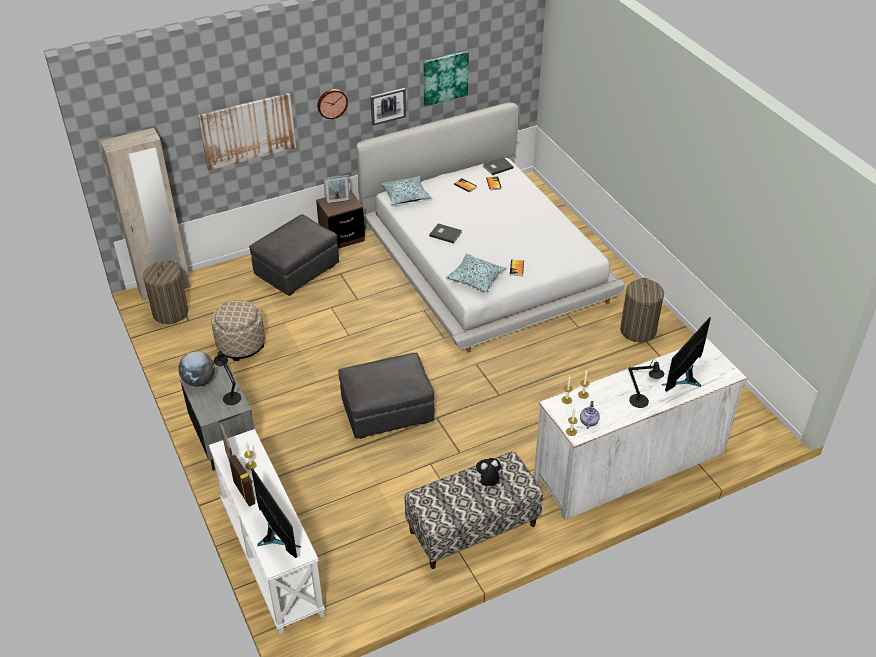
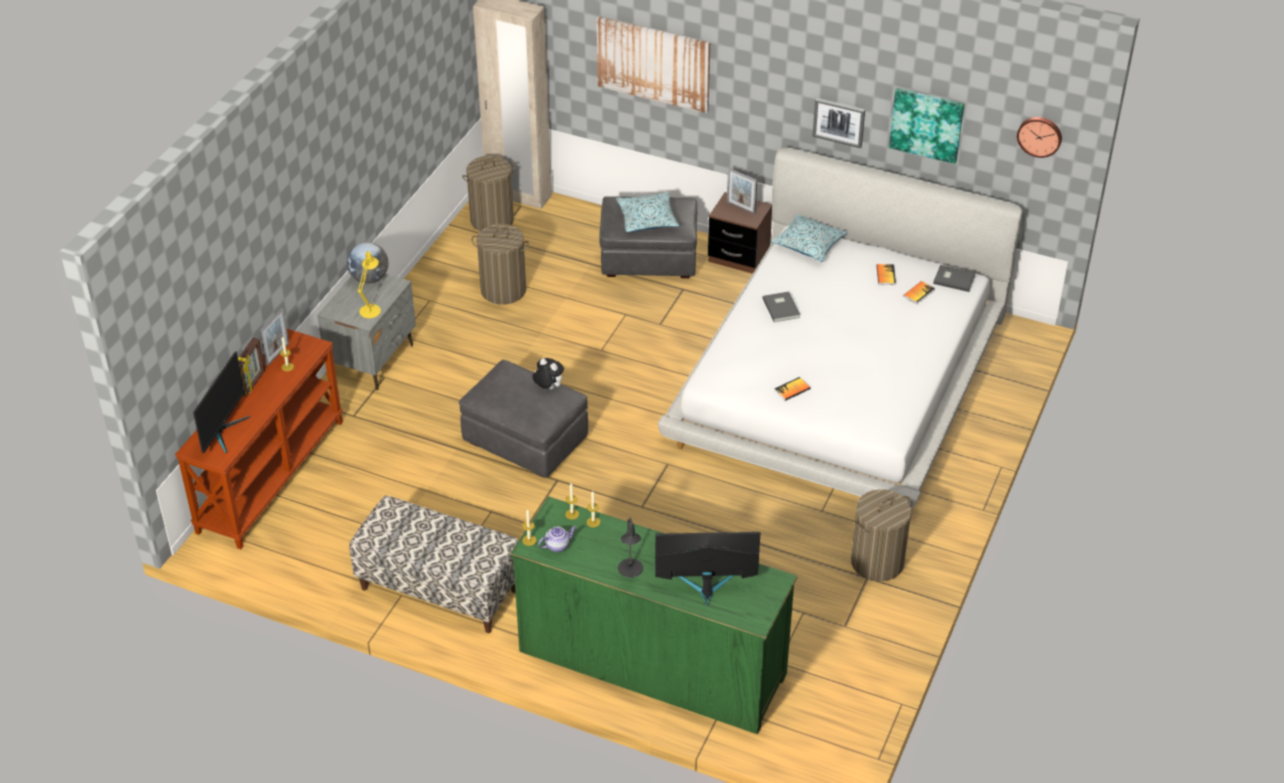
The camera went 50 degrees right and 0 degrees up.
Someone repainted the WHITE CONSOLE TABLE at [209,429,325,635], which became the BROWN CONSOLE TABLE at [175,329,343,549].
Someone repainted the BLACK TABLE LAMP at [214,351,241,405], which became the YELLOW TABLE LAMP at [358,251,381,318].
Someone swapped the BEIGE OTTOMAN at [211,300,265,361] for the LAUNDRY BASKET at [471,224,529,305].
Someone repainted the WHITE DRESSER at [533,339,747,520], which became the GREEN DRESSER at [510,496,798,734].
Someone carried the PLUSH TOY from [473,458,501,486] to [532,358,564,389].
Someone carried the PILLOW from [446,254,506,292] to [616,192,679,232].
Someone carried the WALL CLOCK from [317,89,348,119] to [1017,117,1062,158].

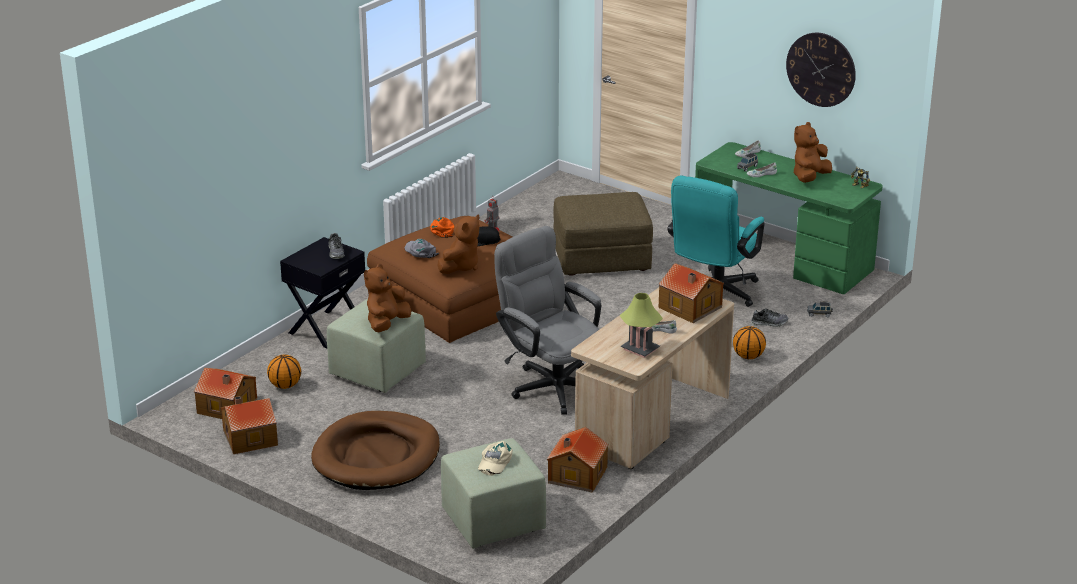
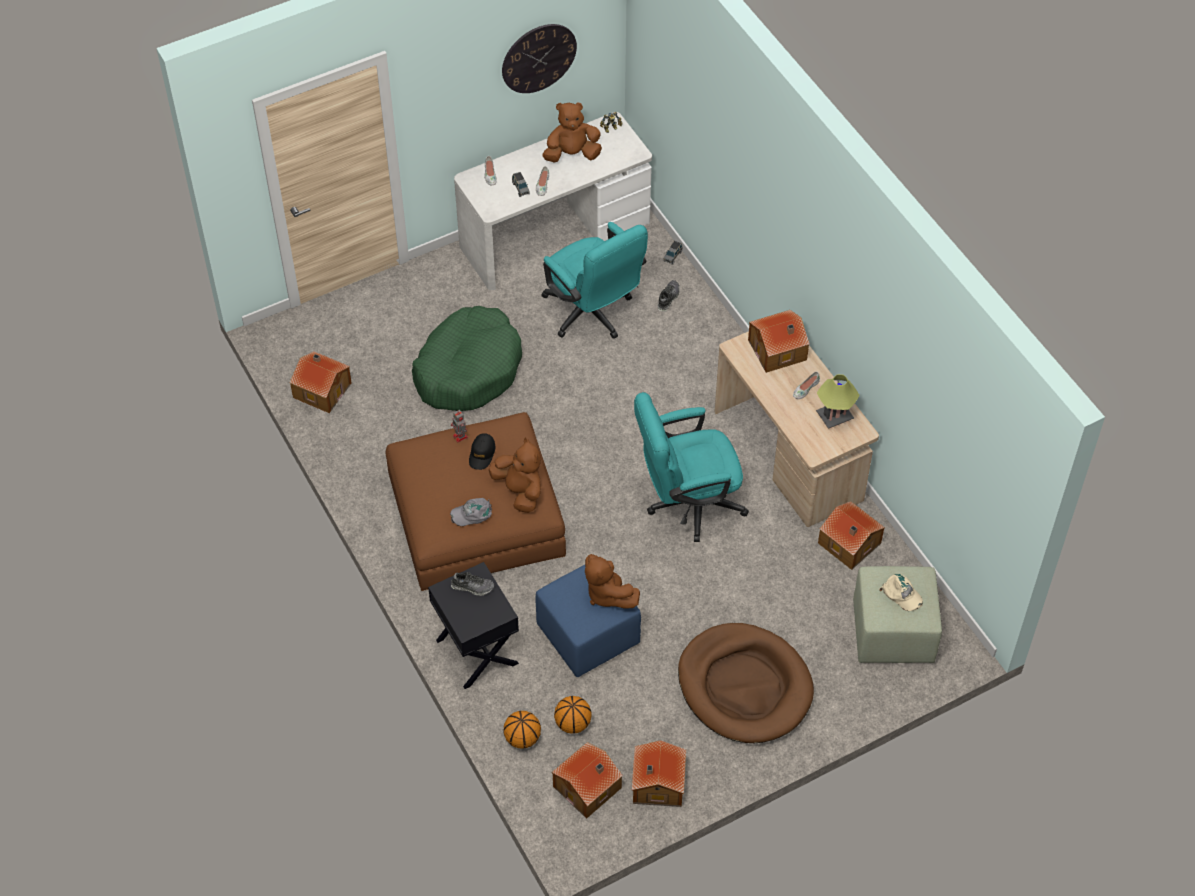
The camera went 65 degrees left and 25 degrees up.
Someone put down the TOY HOUSE at [289,351,352,413].
Someone swapped the BROWN OTTOMAN at [553,192,653,276] for the GREEN DOG BED at [412,306,522,411].
Someone repainted the GREEN DESK at [695,142,883,294], which became the WHITE DESK at [454,112,652,290].
Someone carried the BASKETBALL from [733,326,766,359] to [503,711,541,749].
Someone repainted the GREEN OTTOMAN at [327,299,426,393], which became the BLUE OTTOMAN at [536,565,641,677].
Someone rotated the BROWN PLUSH TOY at [794,122,832,183] by 105 degrees clockwise.
Someone repainted the GREY OFFICE CHAIR at [494,226,601,415], which became the TURQUOISE OFFICE CHAIR at [634,392,749,542].
Someone took away the ORANGE CAP at [430,217,454,238].

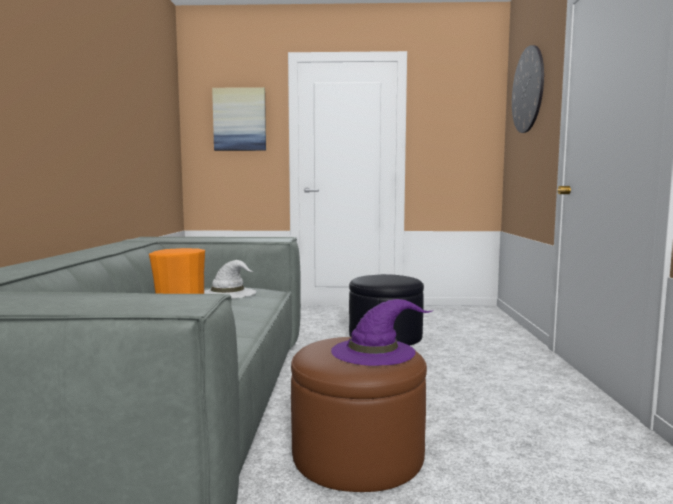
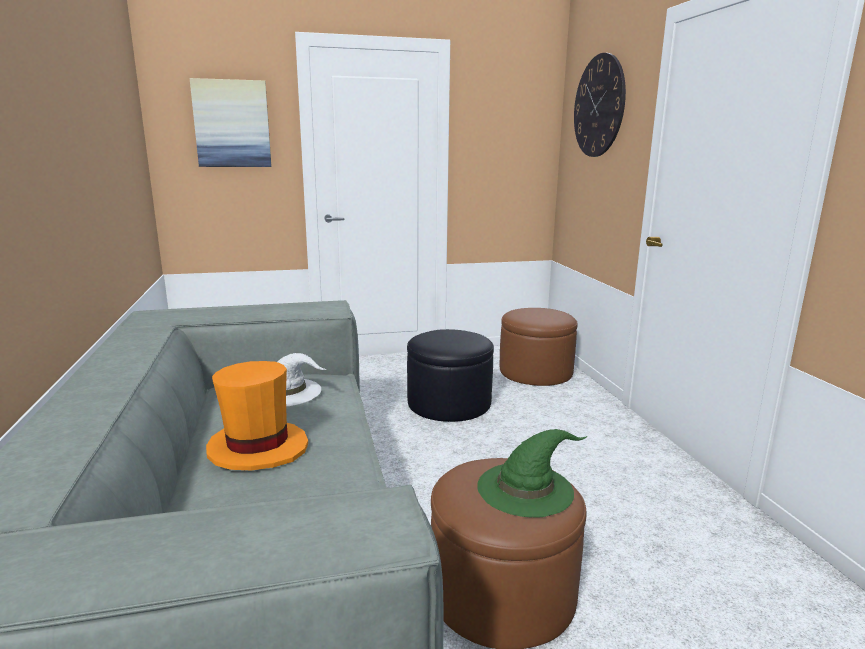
The camera went 15 degrees left and 10 degrees up.
Someone repainted the PURPLE HAT at [331,299,434,366], which became the GREEN HAT at [477,429,587,518].
Someone put down the BROWN OTTOMAN at [499,308,578,386].

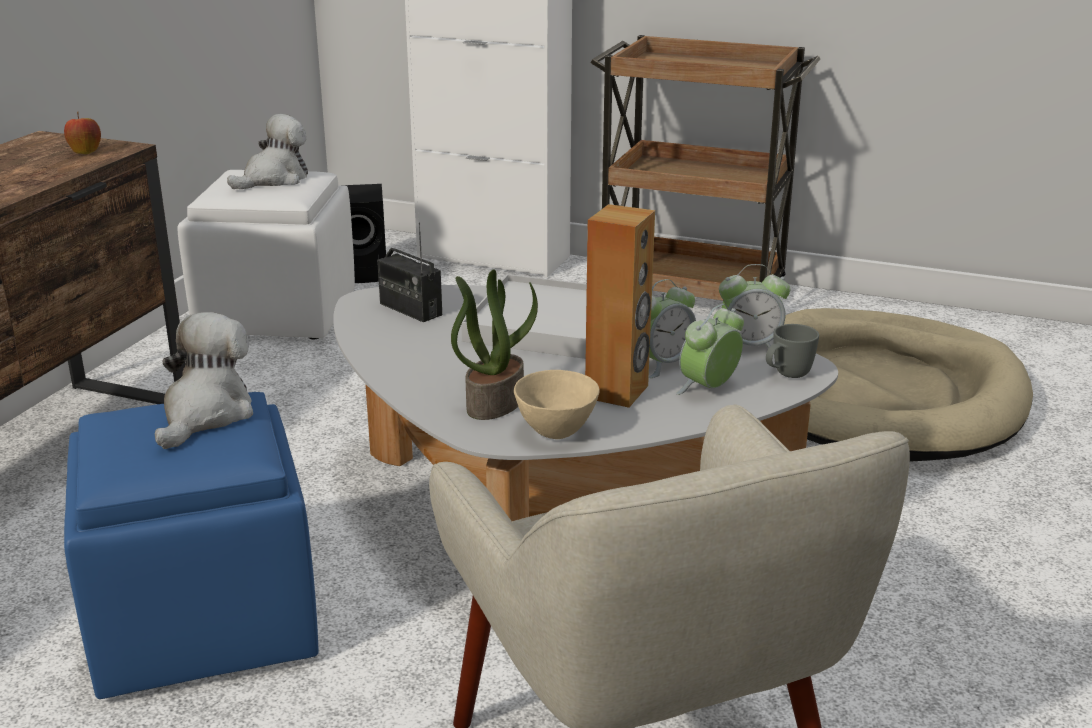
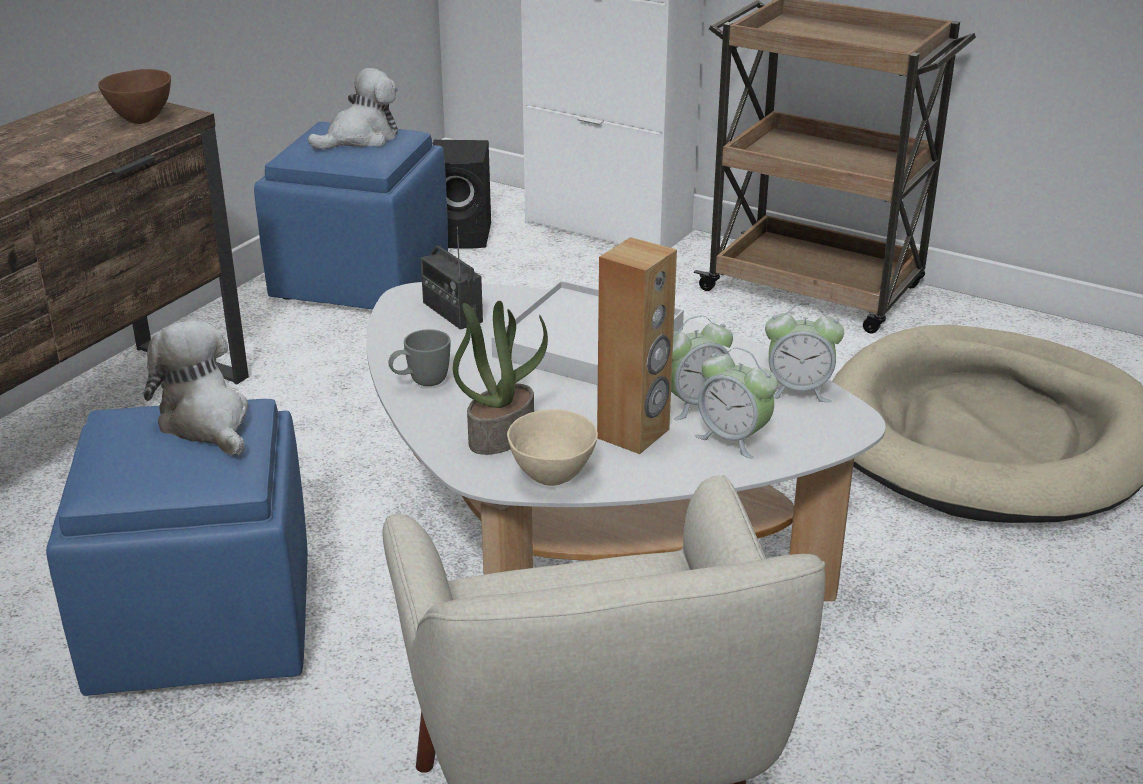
The camera went 10 degrees right and 5 degrees up.
Someone swapped the APPLE at [64,111,101,155] for the BROWN BOWL at [98,69,171,124].
Someone rotated the PLUSH TOY at [155,312,253,449] by 60 degrees counterclockwise.
Someone repainted the WHITE OTTOMAN at [177,170,355,339], which became the BLUE OTTOMAN at [254,122,448,310].
Someone carried the GREY MUG from [766,324,819,378] to [388,329,450,386].
Someone rotated the ALARM CLOCK at [676,303,744,395] by 105 degrees counterclockwise.

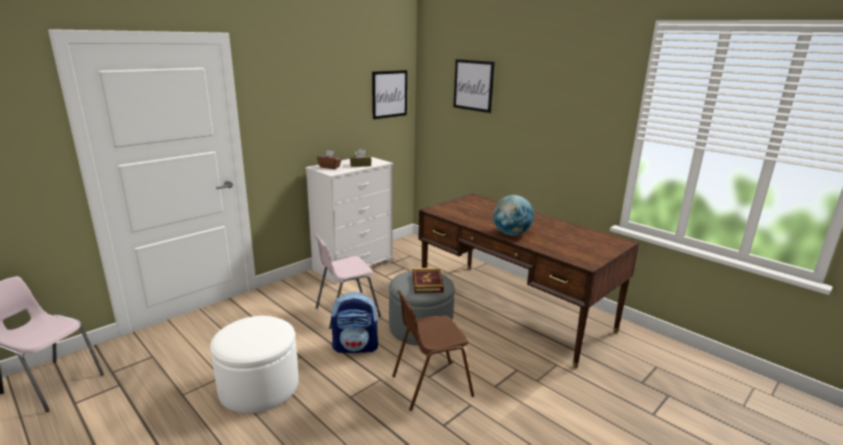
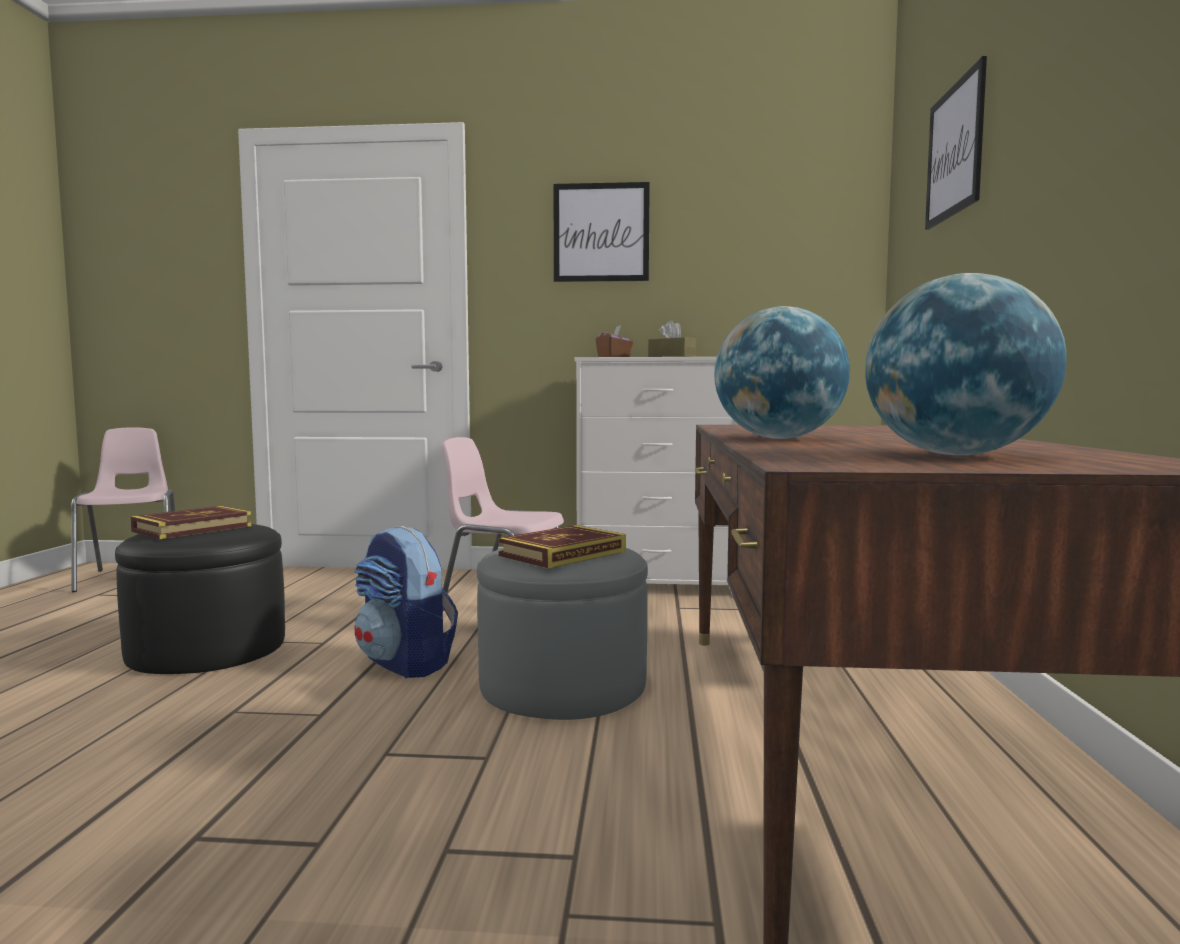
The camera went 50 degrees right and 15 degrees down.
Someone repainted the WHITE OTTOMAN at [210,316,299,414], which became the BLACK OTTOMAN at [115,524,285,674].
Someone put down the BOOK at [130,506,252,539].
Someone carried the PICTURE from [372,70,407,119] to [553,182,650,282].
Someone put down the GLOBE at [865,273,1067,455].
Someone took away the BROWN CHAIR at [392,290,474,411].

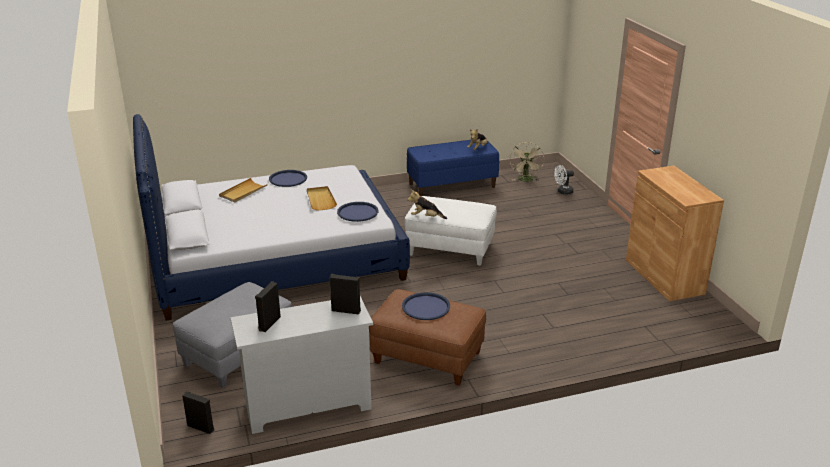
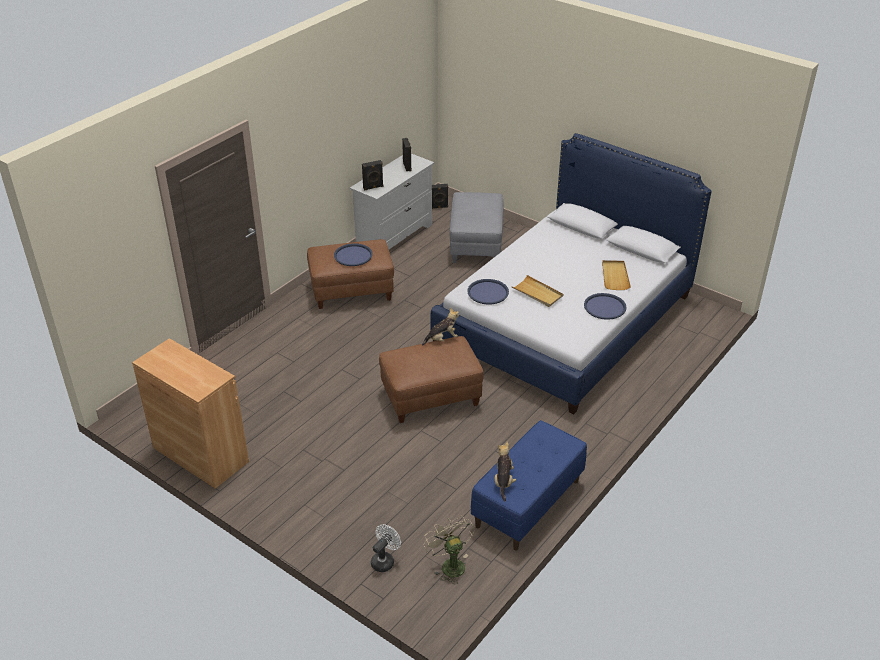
The camera went 145 degrees right and 10 degrees up.
Someone repainted the WHITE OTTOMAN at [404,196,497,266], which became the BROWN OTTOMAN at [379,336,484,423].

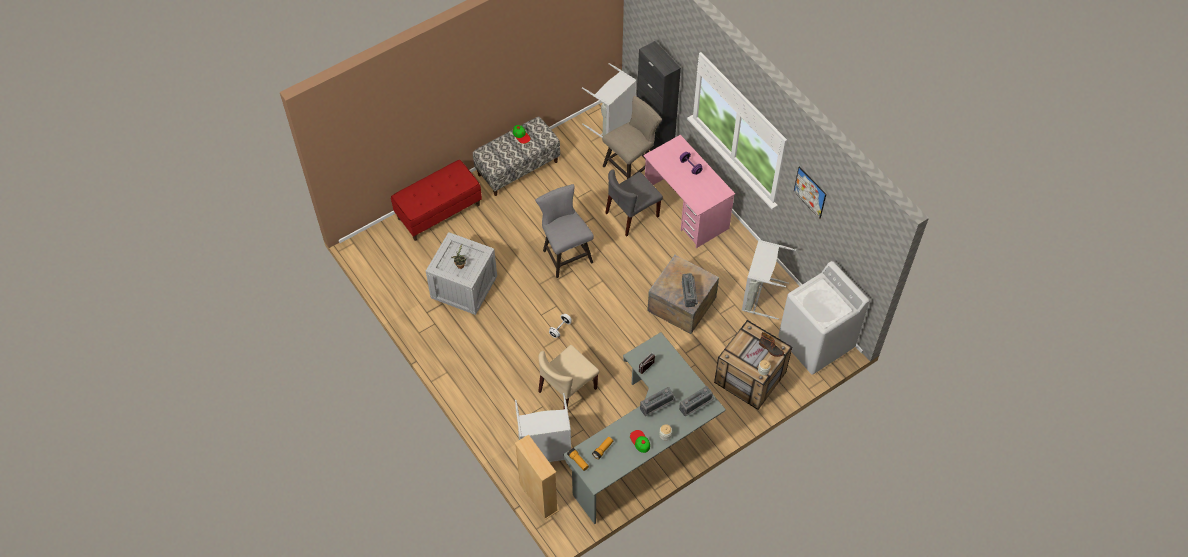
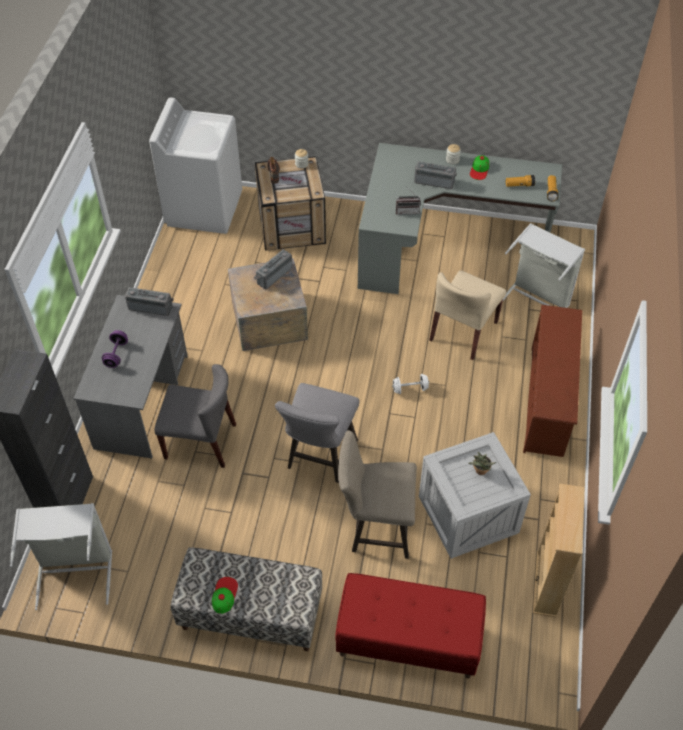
The camera went 135 degrees left and 5 degrees down.
Someone repainted the PINK DESK at [643,135,735,248], which became the GREY DESK at [73,295,188,458].
Someone carried the RADIO from [679,386,714,416] to [125,287,174,316].
Someone carried the BEIGE STOOL from [602,96,662,179] to [338,430,417,559].
Someone rotated the BEIGE CHAIR at [538,345,599,409] by 120 degrees clockwise.
Someone put down the BROWN SHOE RACK at [523,305,582,457].
Someone carried the BEIGE BOOKCASE from [515,434,558,520] to [532,483,585,617].
Someone took away the GREY LAUNDRY BASKET at [742,240,796,320].
Someone took away the PICTURE at [794,166,826,219].

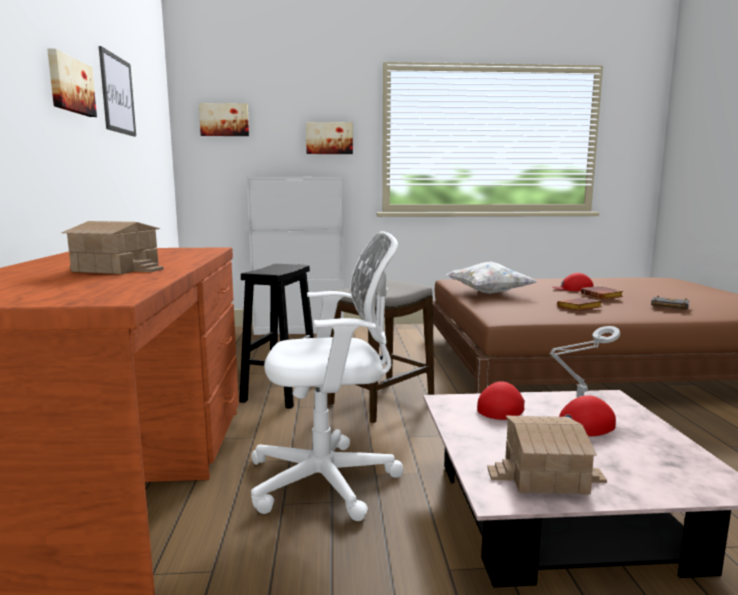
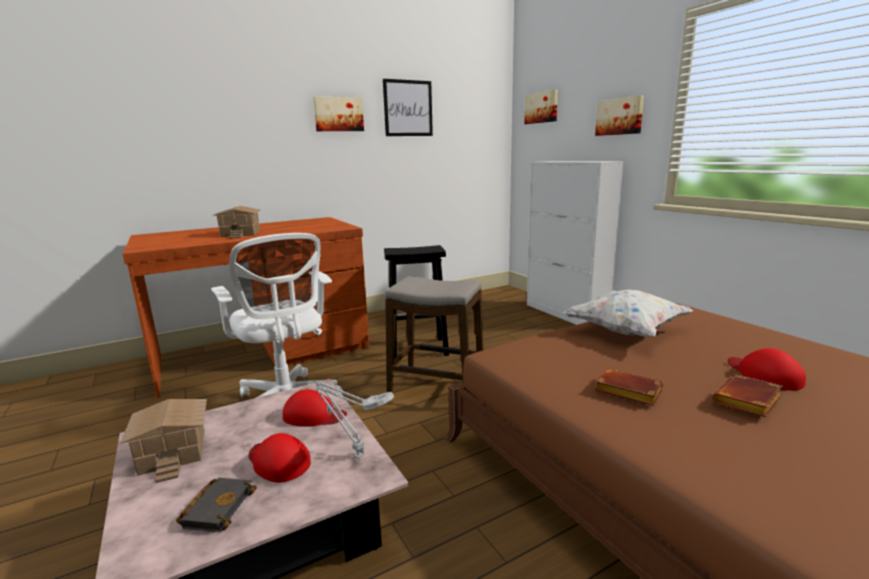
The camera went 65 degrees right and 5 degrees up.
Someone carried the BLACK BOOK from [651,296,690,310] to [176,478,257,532].

